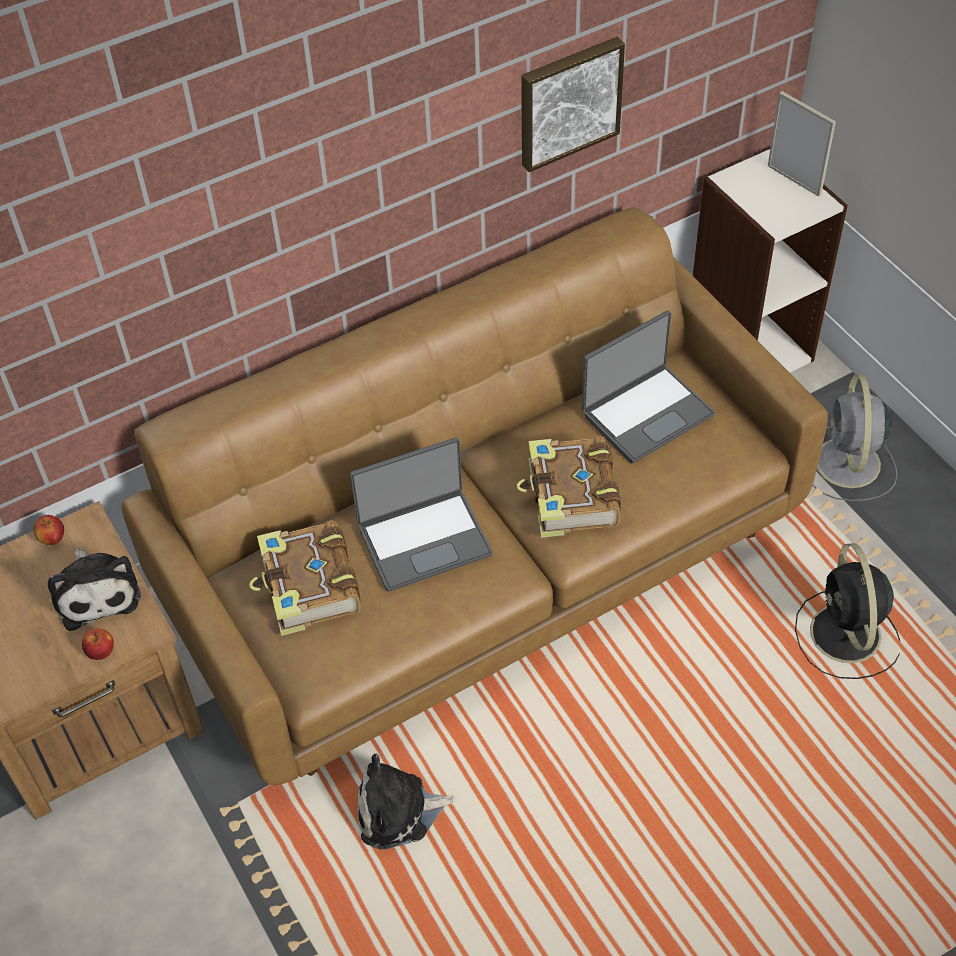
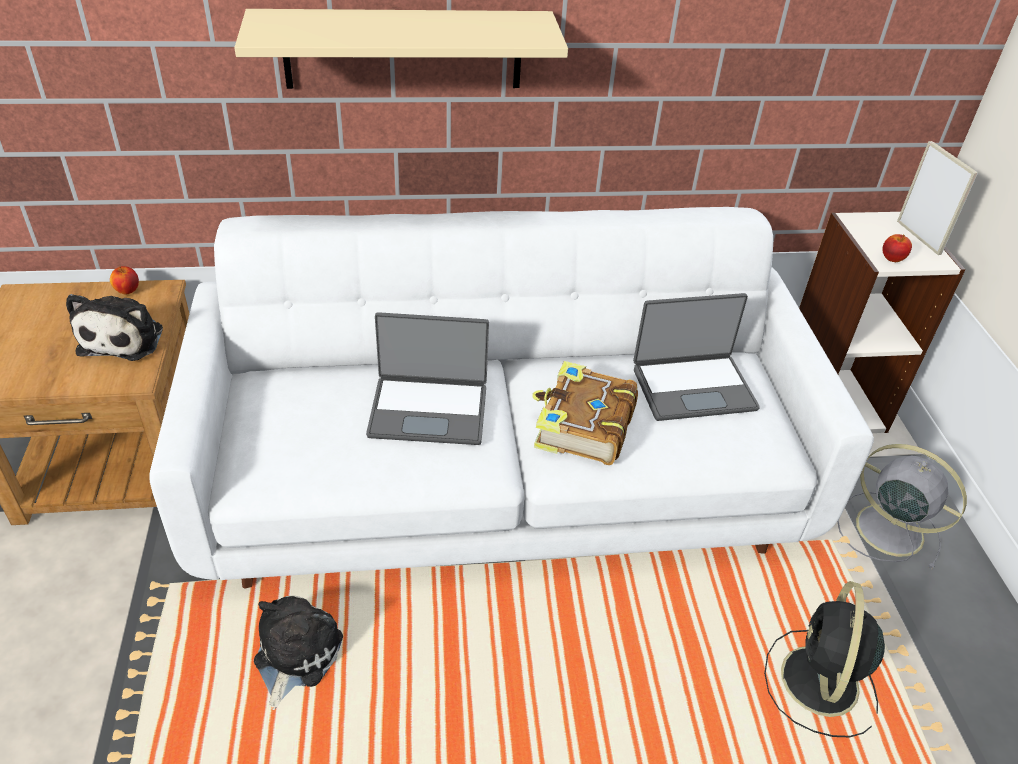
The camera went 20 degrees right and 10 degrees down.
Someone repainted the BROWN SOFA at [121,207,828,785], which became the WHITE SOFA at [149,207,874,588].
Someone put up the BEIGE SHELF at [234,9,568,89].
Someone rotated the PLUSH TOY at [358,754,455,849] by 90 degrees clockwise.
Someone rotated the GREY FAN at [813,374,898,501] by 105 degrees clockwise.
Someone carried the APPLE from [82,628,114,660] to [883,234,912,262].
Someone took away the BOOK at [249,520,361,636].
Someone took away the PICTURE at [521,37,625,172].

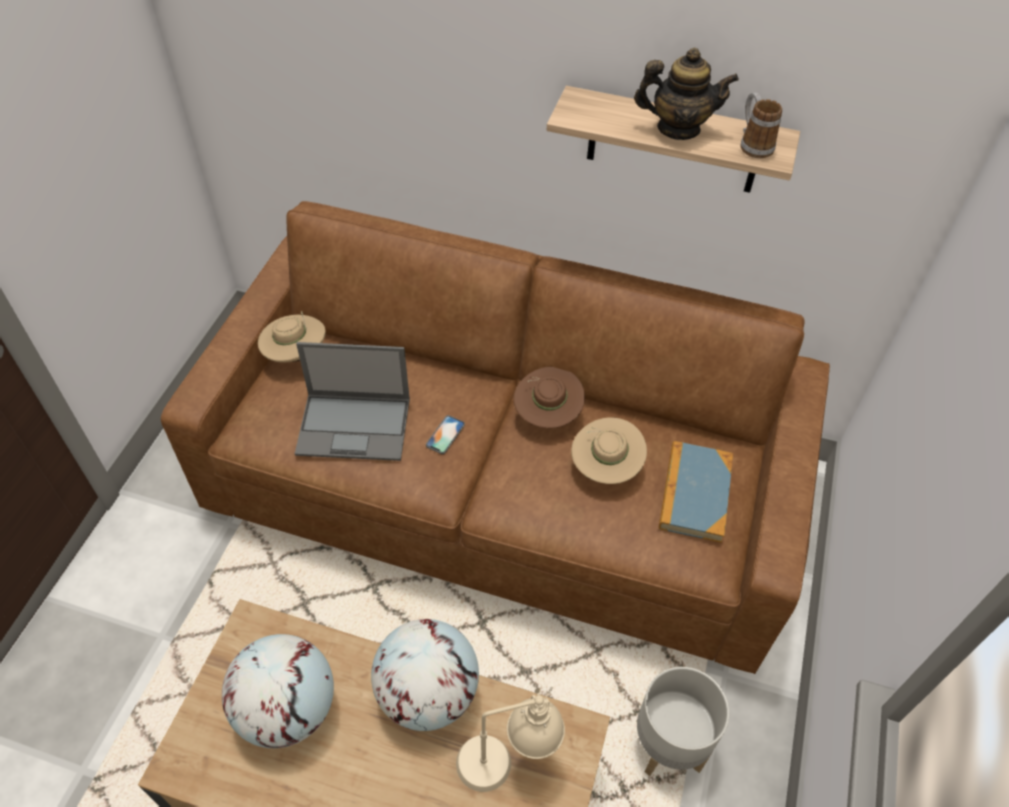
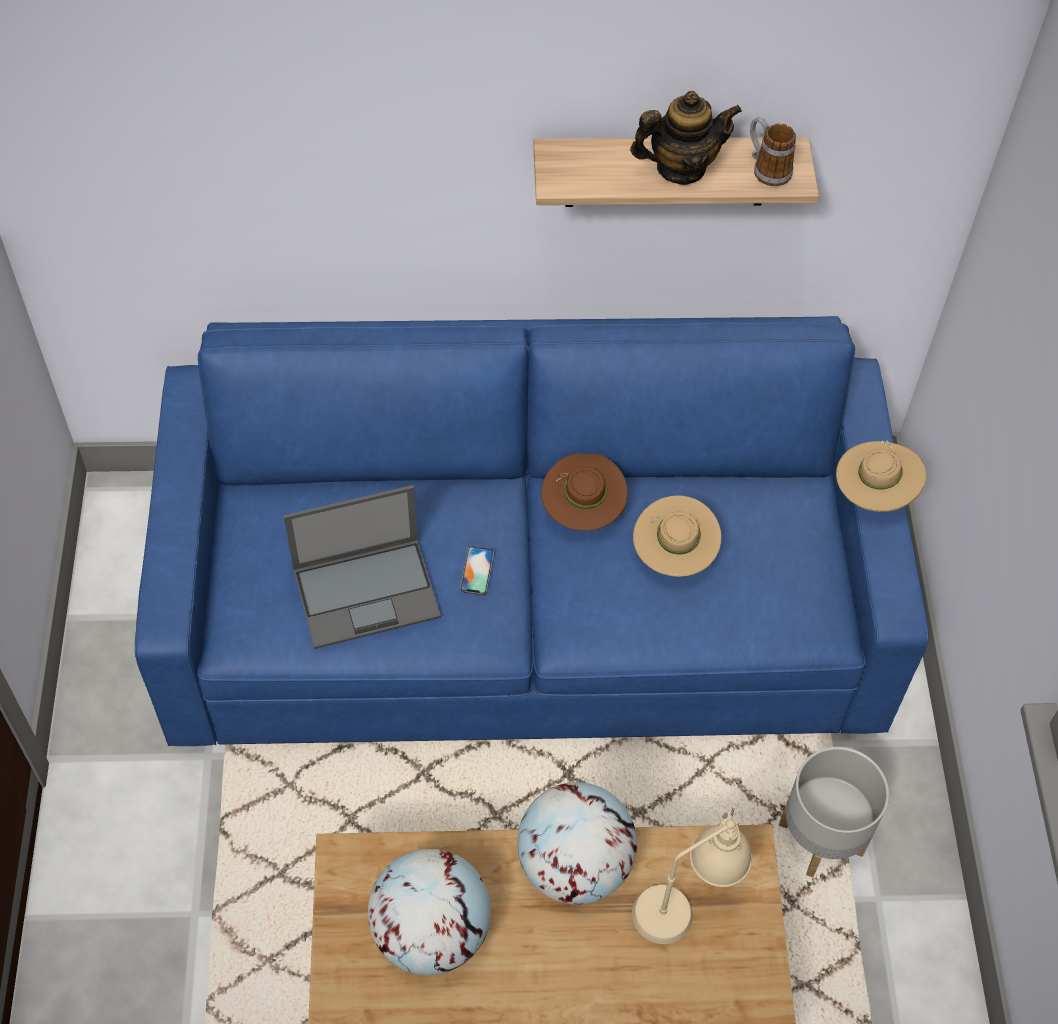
The camera went 20 degrees left and 5 degrees up.
Someone repainted the BROWN SOFA at [161,201,830,674], which became the BLUE SOFA at [135,316,929,746].
Someone carried the BEIGE HAT from [258,311,326,363] to [836,439,926,512].
Someone took away the BOOK at [659,441,733,543].

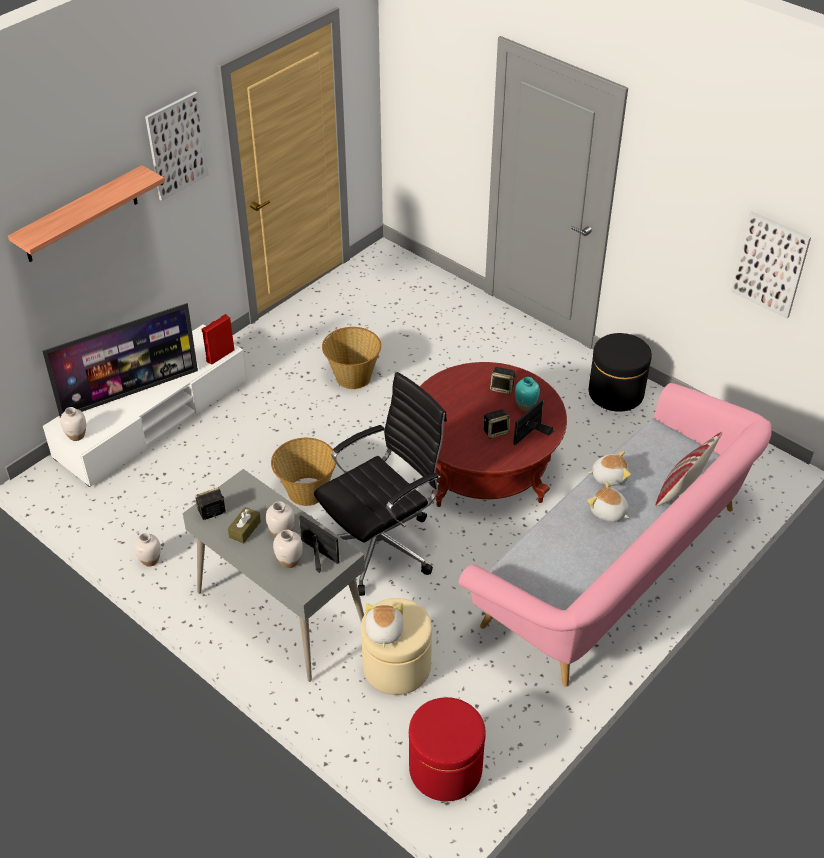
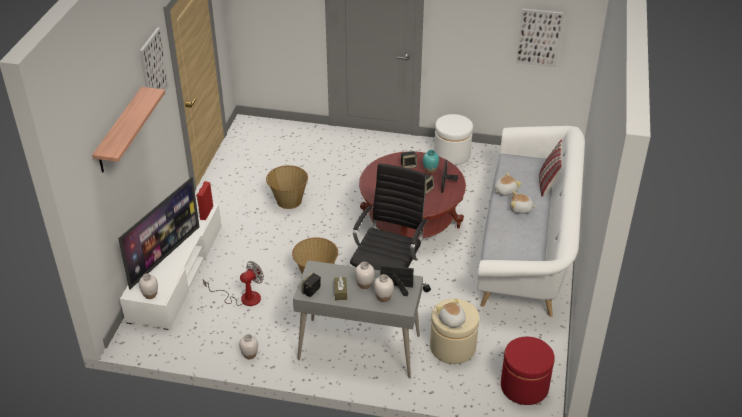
The camera went 30 degrees left and 5 degrees down.
Someone put down the FAN at [203,261,264,306].
Someone repainted the BLACK OTTOMAN at [589,333,652,412], which became the WHITE OTTOMAN at [434,114,473,165].
Someone repainted the PINK SOFA at [459,383,772,687], which became the WHITE SOFA at [477,126,585,317].

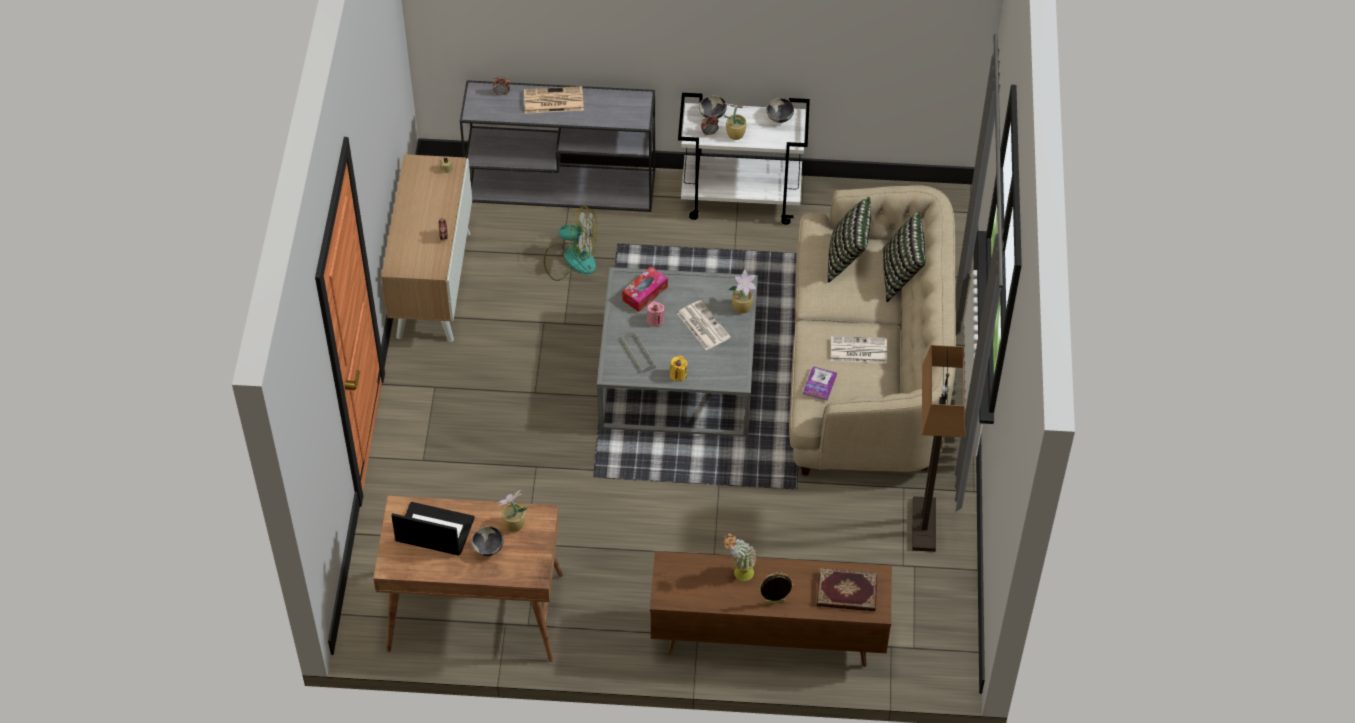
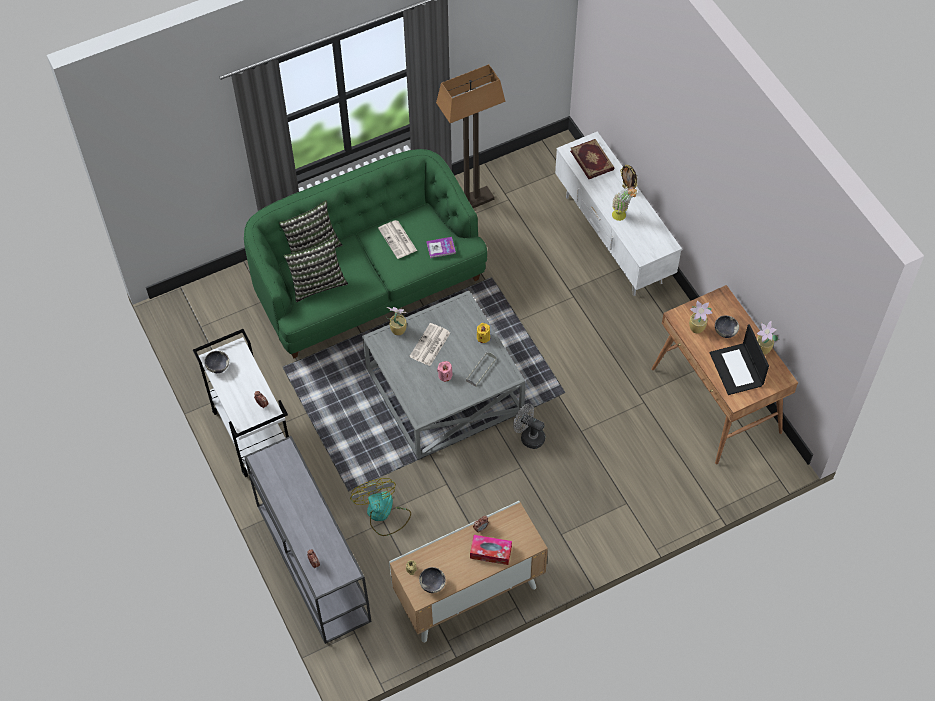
The camera went 120 degrees left and 5 degrees up.
Someone repainted the BEIGE SOFA at [789,185,956,476], which became the GREEN SOFA at [244,149,487,358].
Someone carried the BOWL from [699,95,727,119] to [419,567,446,593].
Someone carried the TISSUE BOX from [622,267,668,312] to [470,535,512,565].
Someone put down the GREY FAN at [513,403,545,449].
Someone repainted the BROWN TV STAND at [650,551,892,667], which became the WHITE TV STAND at [555,132,682,296].
Someone carried the POTTED PLANT from [723,103,749,140] to [757,321,778,355].
Someone took away the NEWSPAPER at [524,86,584,114].

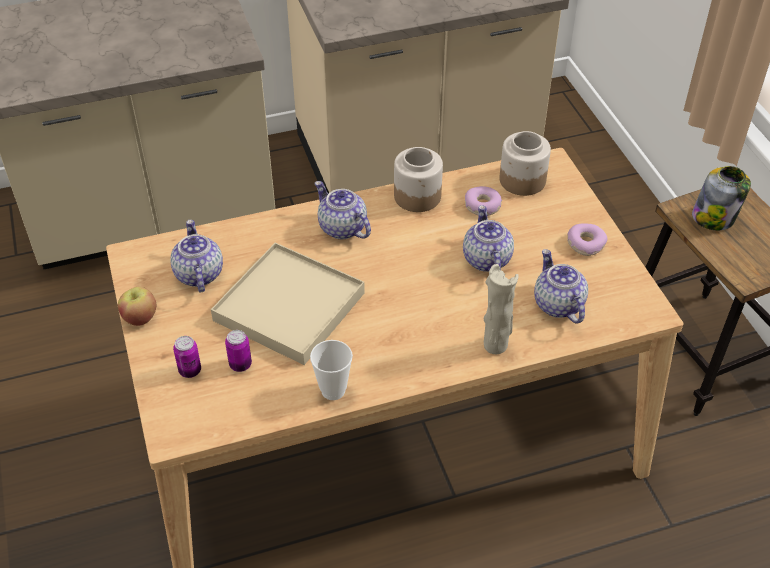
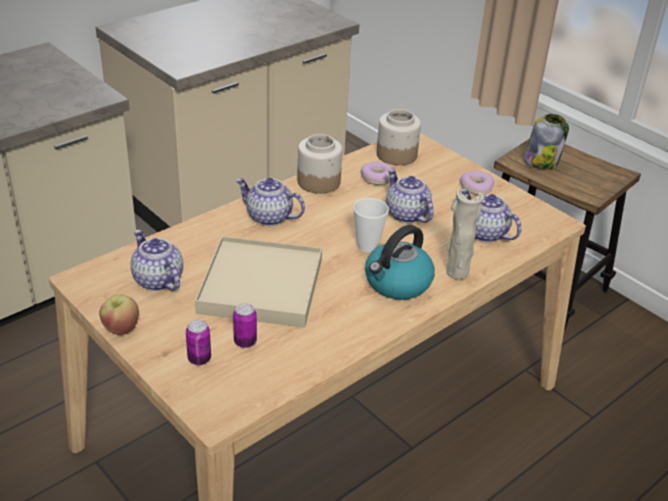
The camera went 25 degrees left and 10 degrees down.
Someone carried the CUP from [310,340,353,400] to [353,198,389,252].
Someone put down the KETTLE at [365,225,435,300].

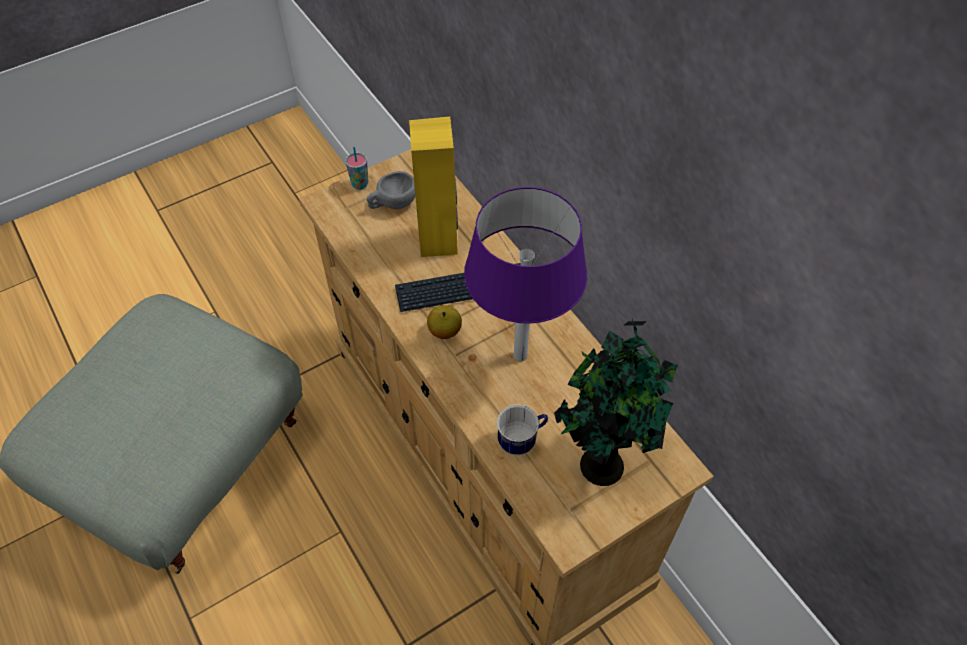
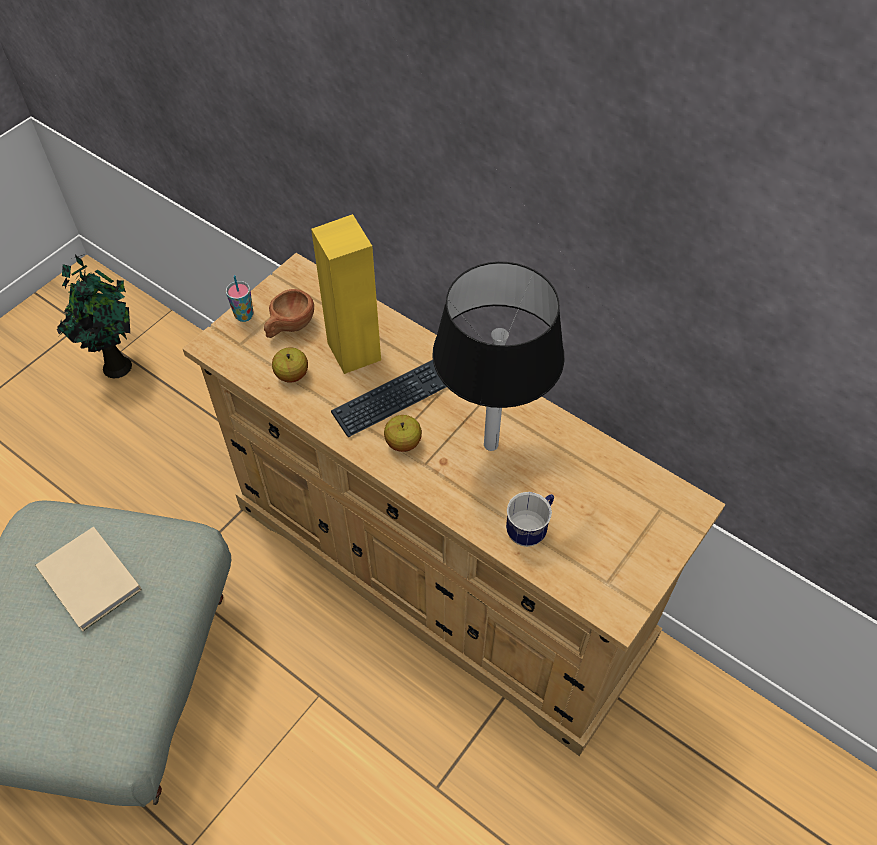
The camera went 20 degrees left and 0 degrees up.
Someone put down the BEIGE BOOK at [35,527,142,632].
Someone carried the POTTED PLANT from [554,319,677,486] to [57,254,132,378].
Someone repainted the GREY CUP at [367,171,415,209], which became the BROWN CUP at [264,289,314,338].
Someone put down the APPLE at [272,347,308,383].
Someone repainted the PURPLE TABLE LAMP at [464,187,587,361], which became the BLACK TABLE LAMP at [432,262,565,451].

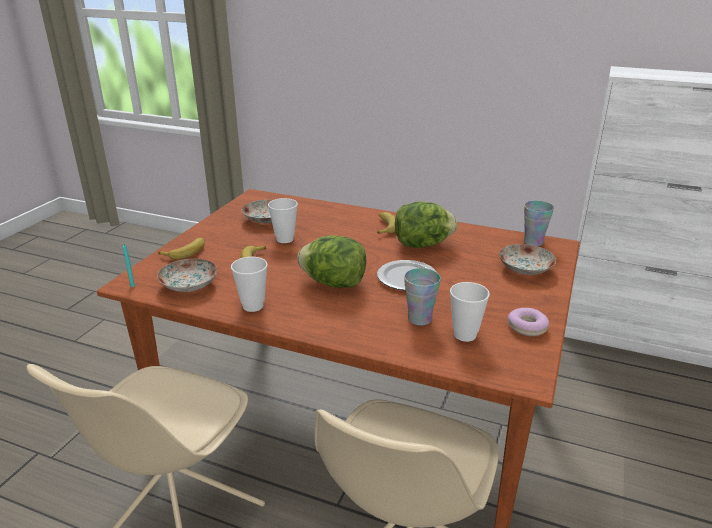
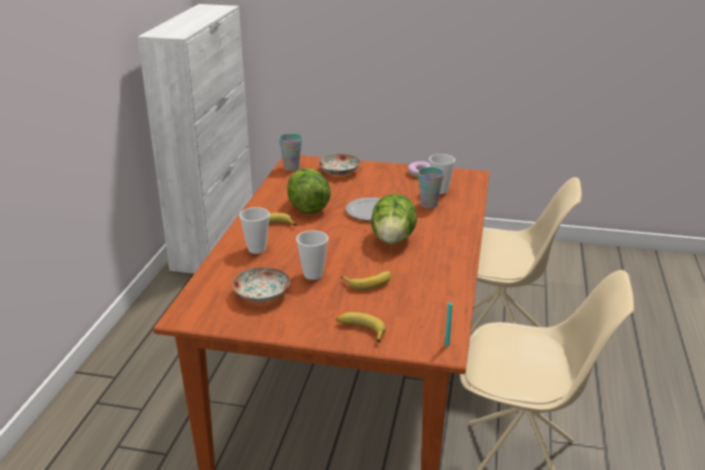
The camera went 100 degrees left and 0 degrees up.
Someone carried the CUP from [231,257,268,312] to [239,207,270,254].
Someone took away the PLATE at [157,259,217,292].

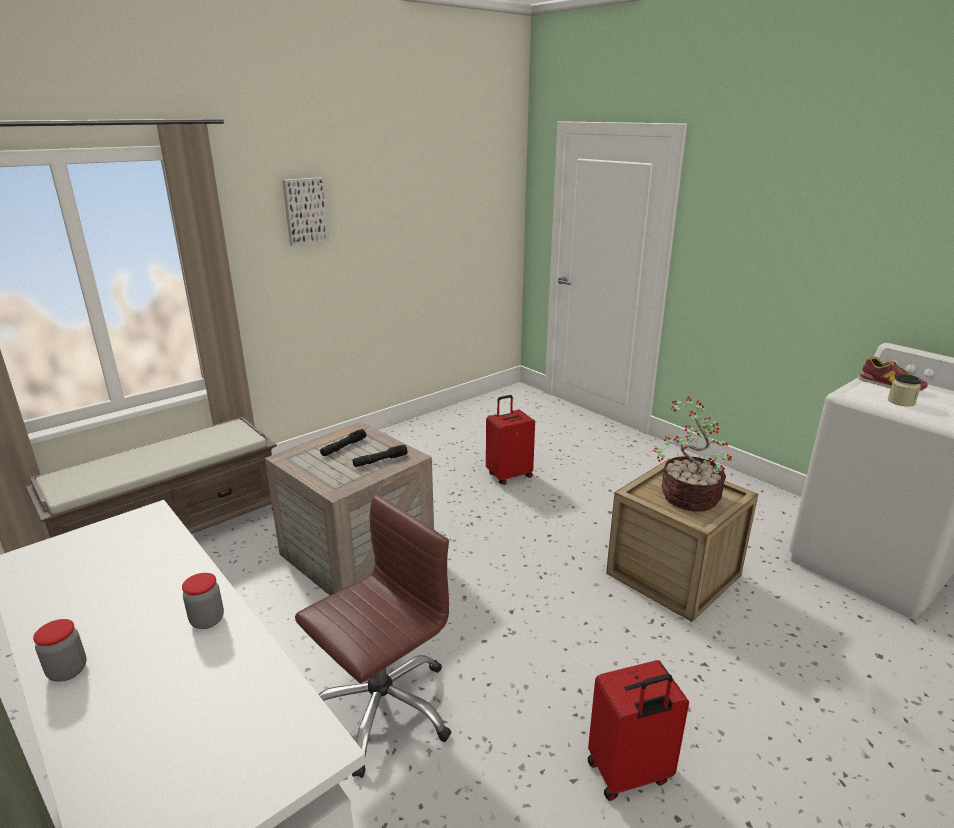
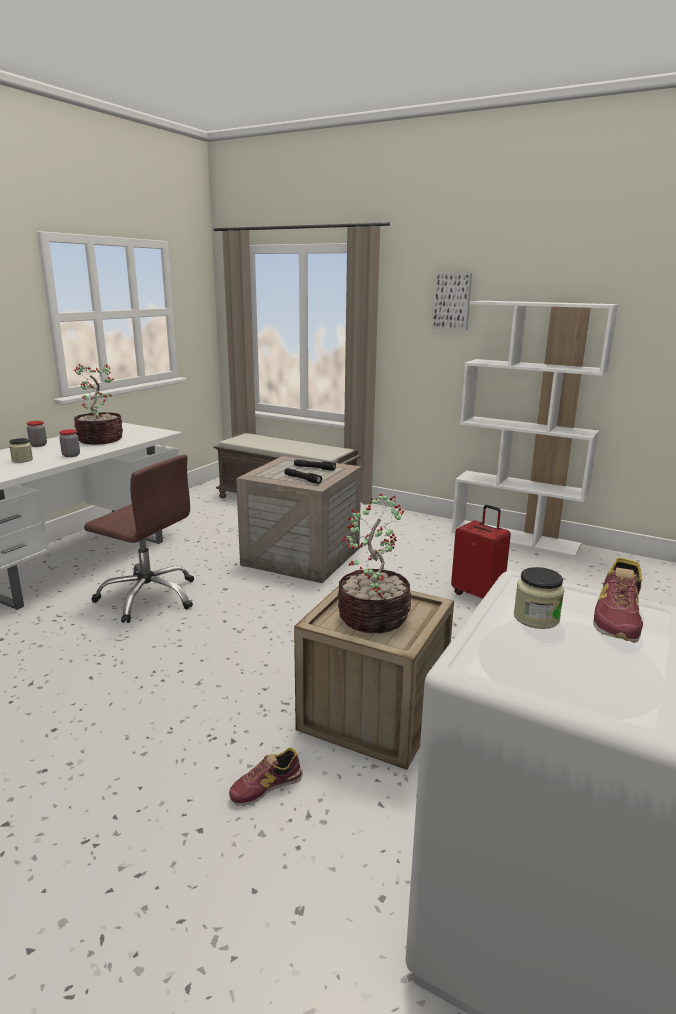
The camera went 70 degrees right and 5 degrees down.
Someone put down the JAR at [9,438,33,463].
Someone put down the POTTED PLANT at [74,364,123,445].
Someone put down the SHOE at [229,748,303,806].
Someone put down the WHITE BOOKCASE at [451,301,618,557].
Someone took away the RED SUITCASE at [587,660,689,801].

